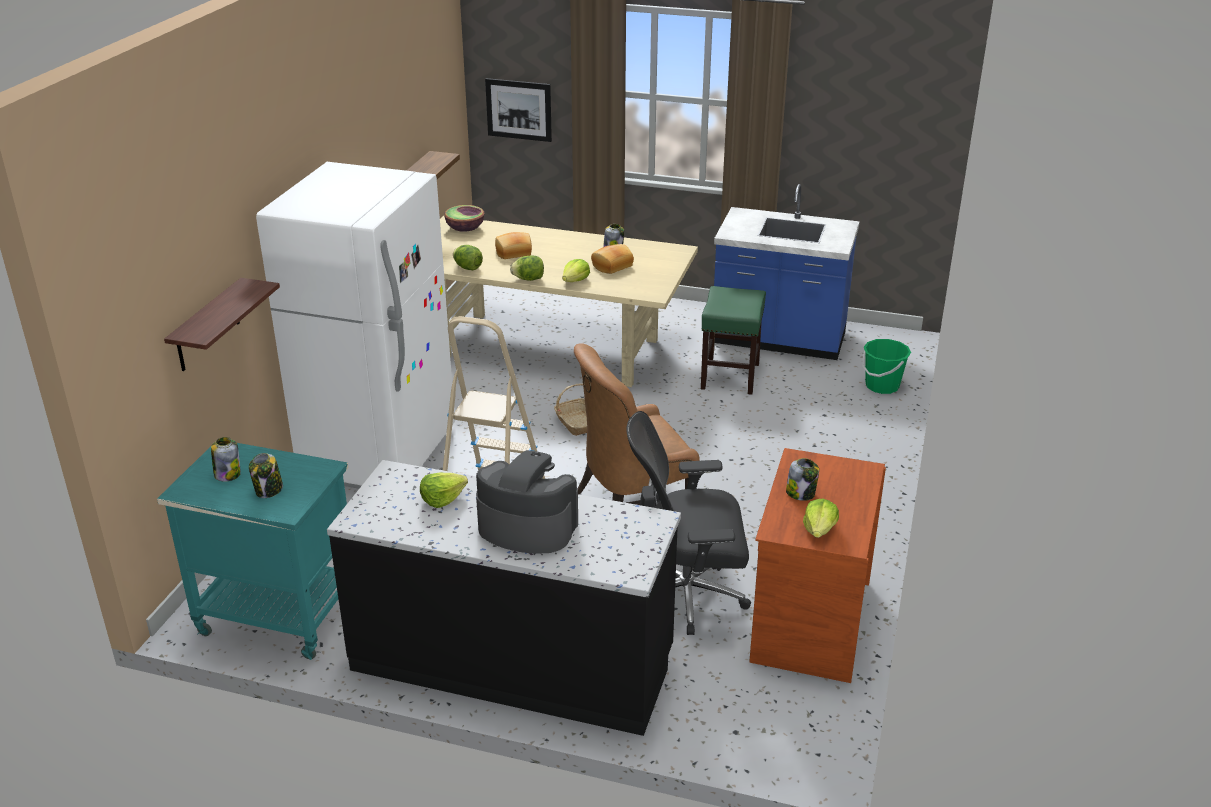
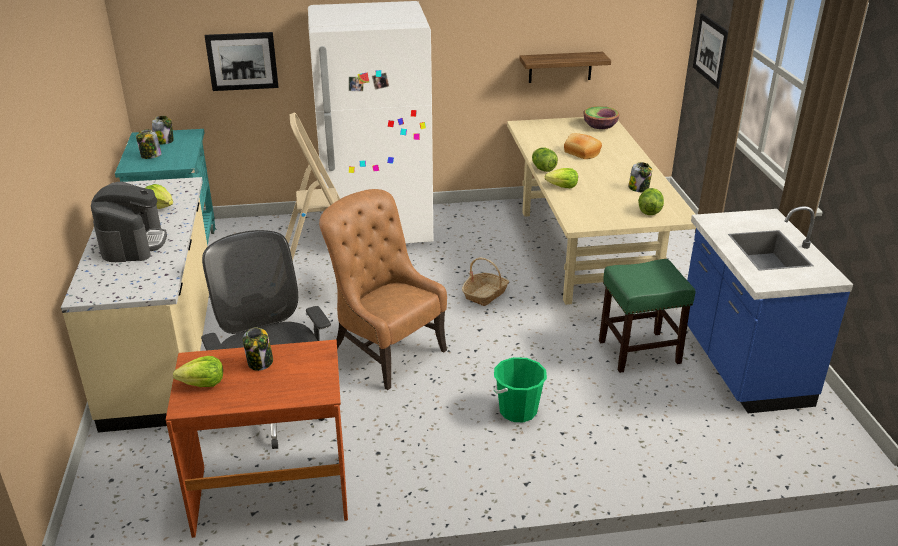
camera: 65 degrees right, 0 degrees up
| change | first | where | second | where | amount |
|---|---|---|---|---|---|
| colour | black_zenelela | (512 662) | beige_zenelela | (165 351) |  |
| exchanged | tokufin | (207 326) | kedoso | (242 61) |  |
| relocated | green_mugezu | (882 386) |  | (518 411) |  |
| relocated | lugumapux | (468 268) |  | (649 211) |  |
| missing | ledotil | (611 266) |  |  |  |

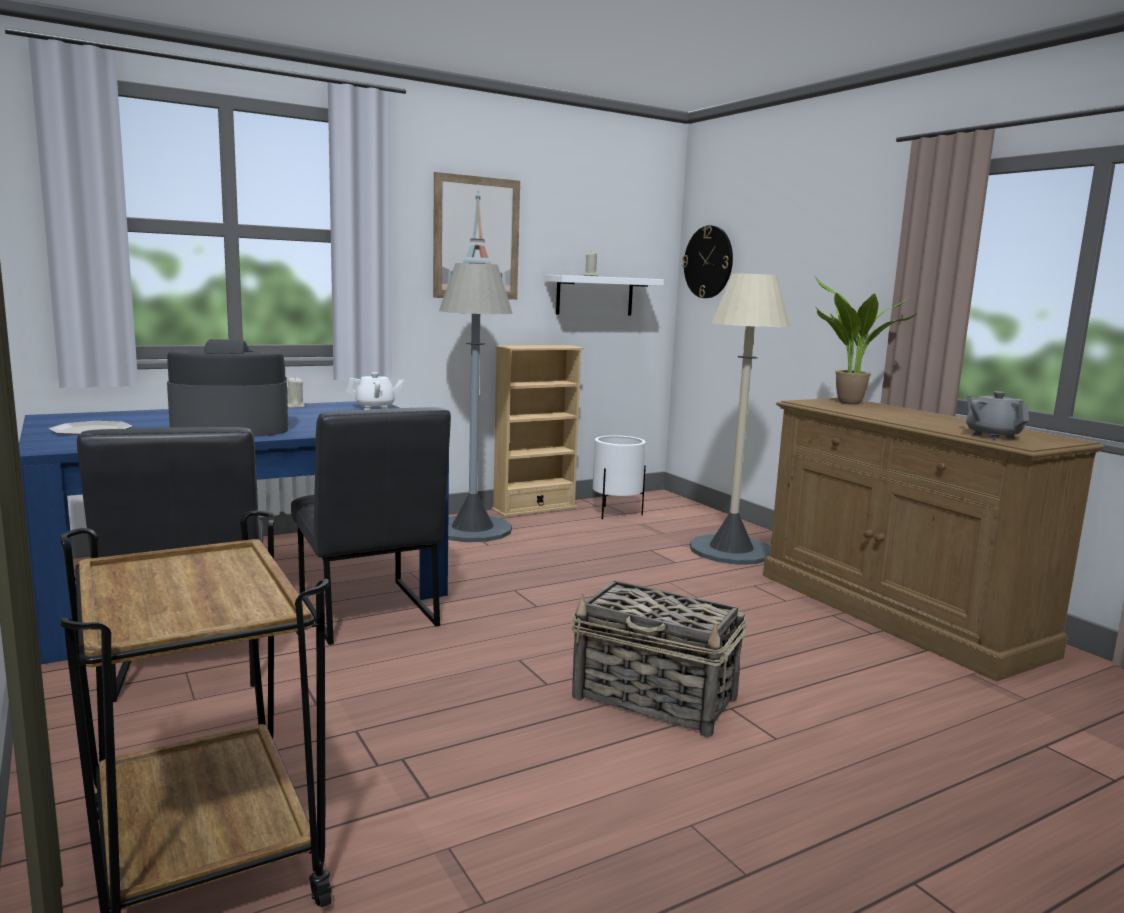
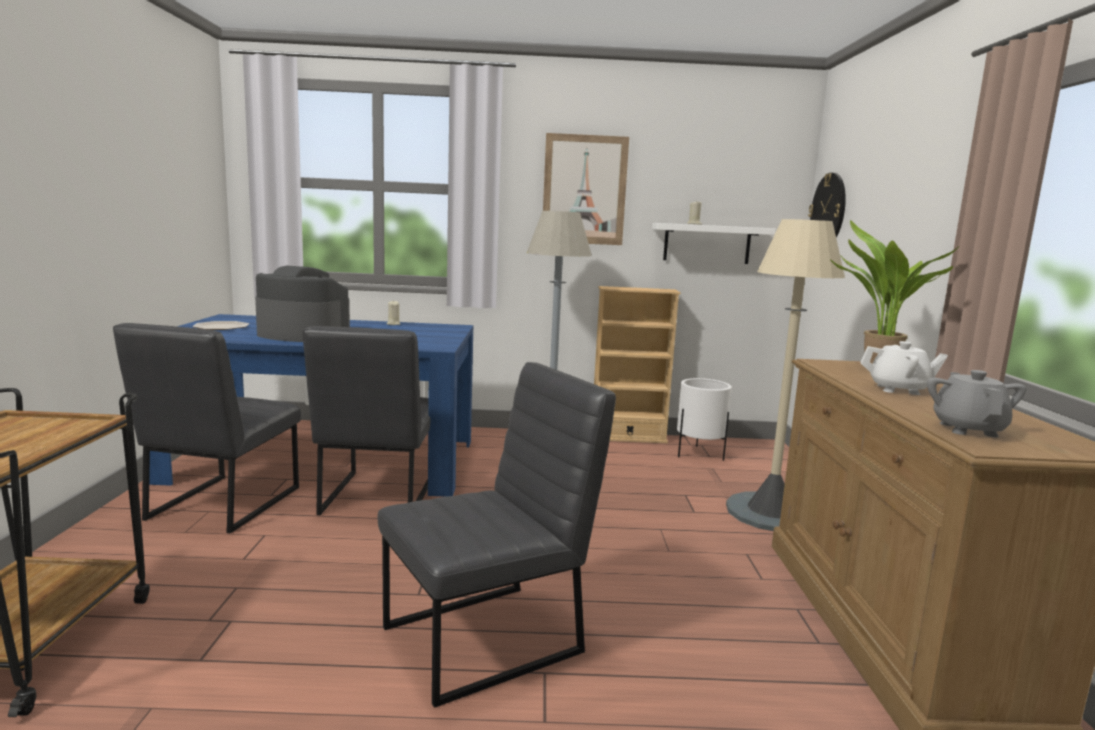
camera: 30 degrees right, 0 degrees up
| change | first | where | second | where | amount |
|---|---|---|---|---|---|
| exchanged | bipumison | (656 698) | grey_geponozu | (488 638) |  |
| relocated | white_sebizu | (375 407) |  | (898 389) |  |

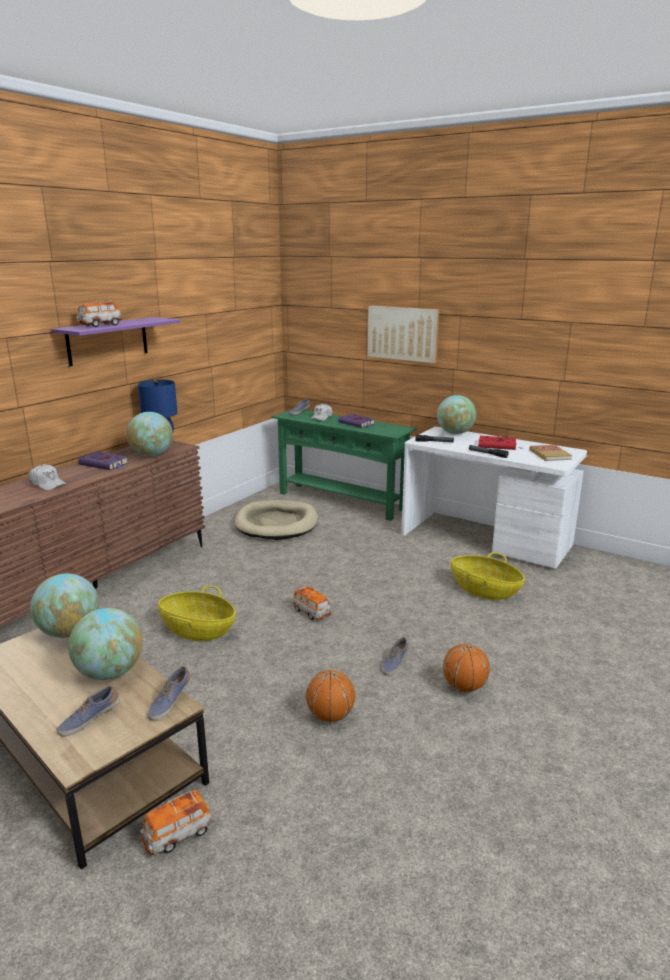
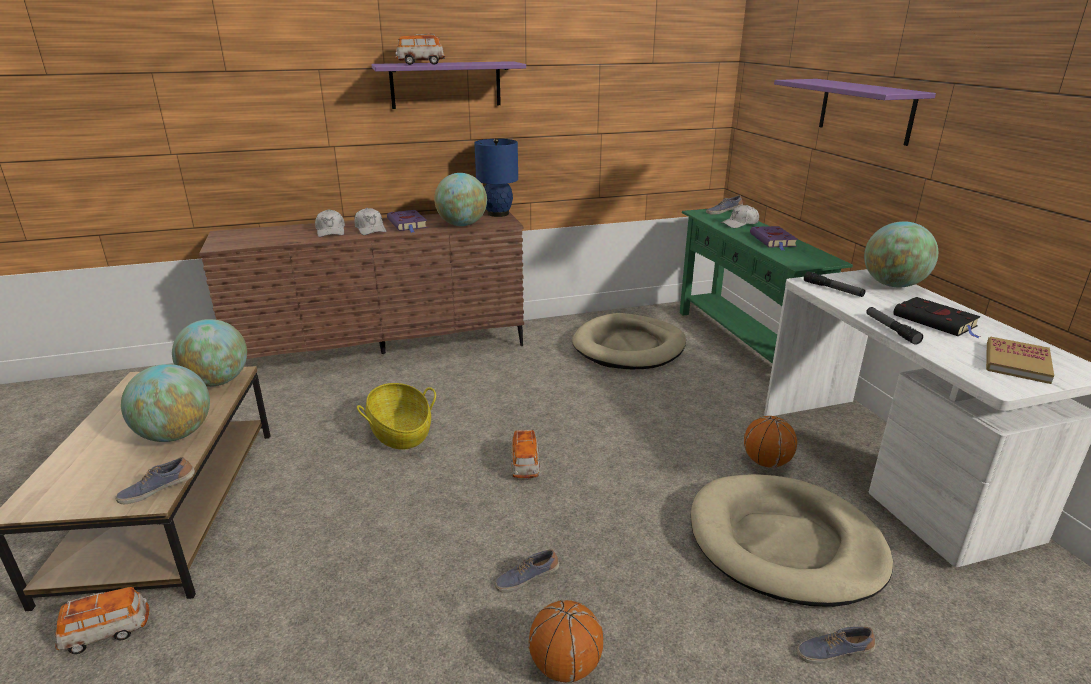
camera: 40 degrees right, 5 degrees up
| change | first | where | second | where | amount |
|---|---|---|---|---|---|
| spun | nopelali | (178 834) |  | (107 632) | 150 degrees clockwise |
| appeared |  |  | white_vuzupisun | (370 229) |  |
| exchanged | bipumison | (484 590) | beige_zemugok | (784 544) |  |
| relocated | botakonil | (330 715) |  | (766 462) |  |
| exchanged | kedoso | (403 333) | purple_tokufin | (865 110) |  |
| relocated | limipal | (89 719) |  | (833 652) |  |
| colour | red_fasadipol | (498 445) | black_fasadipol | (936 322) |  |

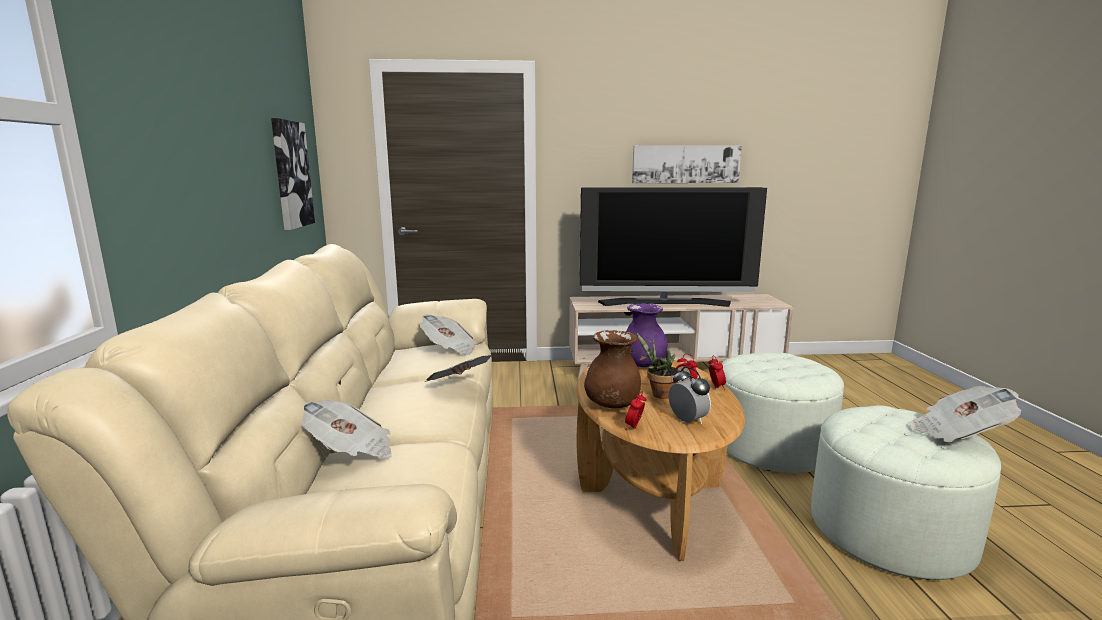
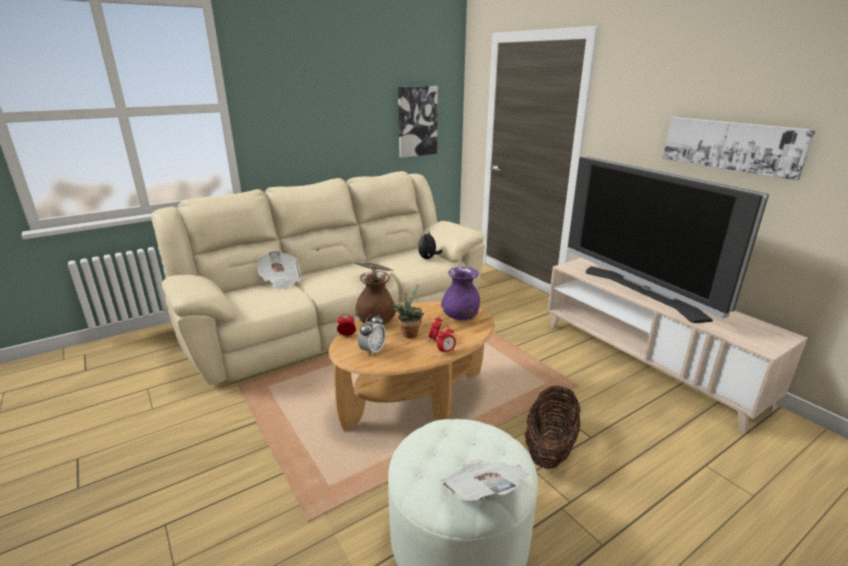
camera: 60 degrees right, 10 degrees up
| change | first | where | second | where | amount |
|---|---|---|---|---|---|
| exchanged | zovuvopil | (450 349) | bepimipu | (428 258) |  |
| exchanged | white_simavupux | (771 445) | bipumison | (549 449) |  |

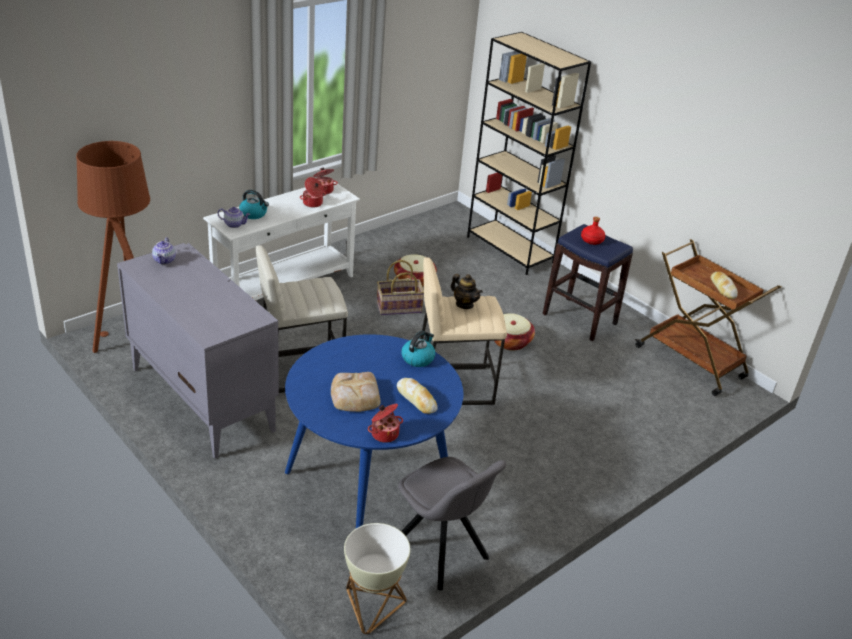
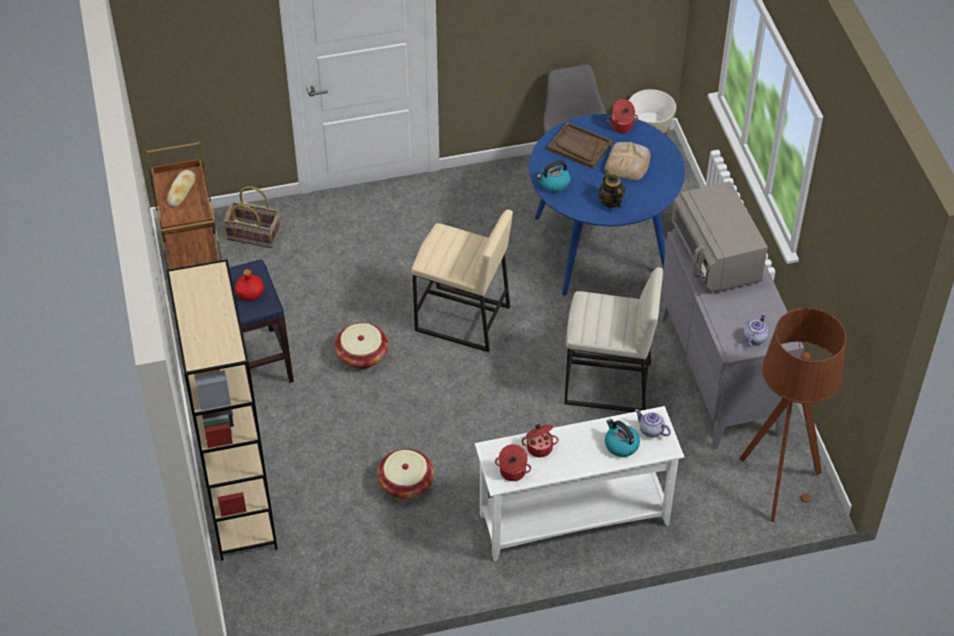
camera: 150 degrees left, 15 degrees up
| change | first | where | second | where | amount |
|---|---|---|---|---|---|
| relocated | bipumison | (399 308) |  | (254 234) |  |
| exchanged | ledotil | (416 399) | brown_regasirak | (579 147) |  |
| relocated | sebizu | (464 304) |  | (611 201) |  |
| appeared |  |  | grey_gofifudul | (715 257) |  |

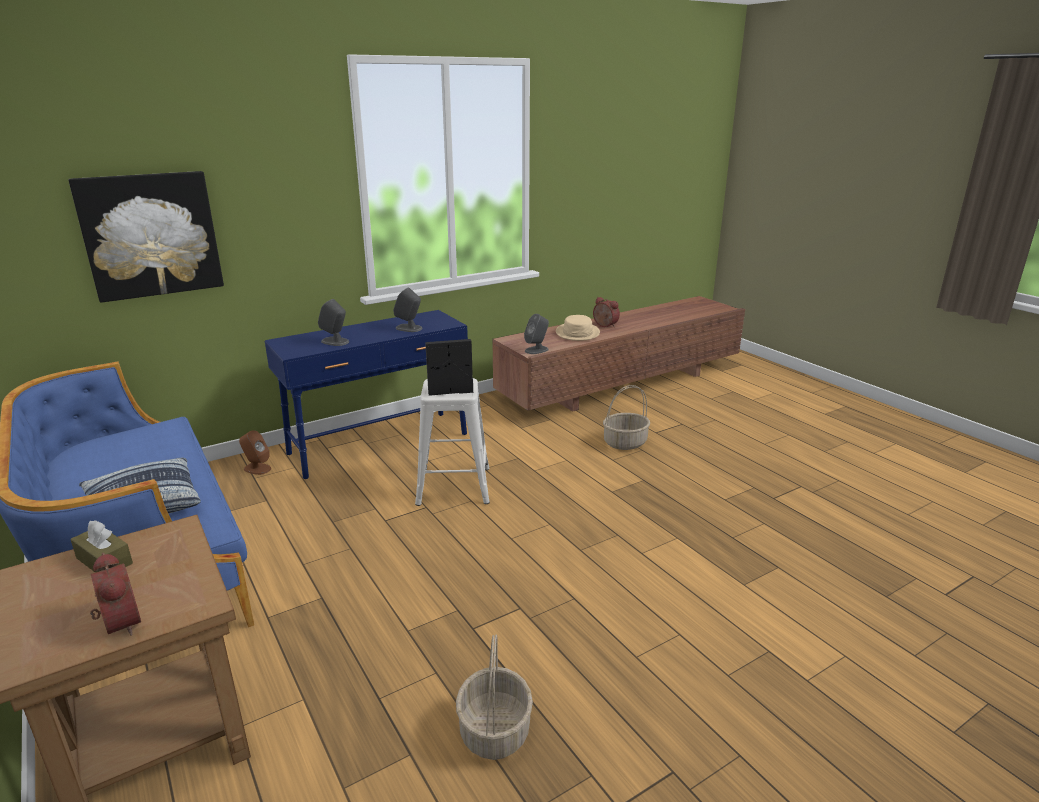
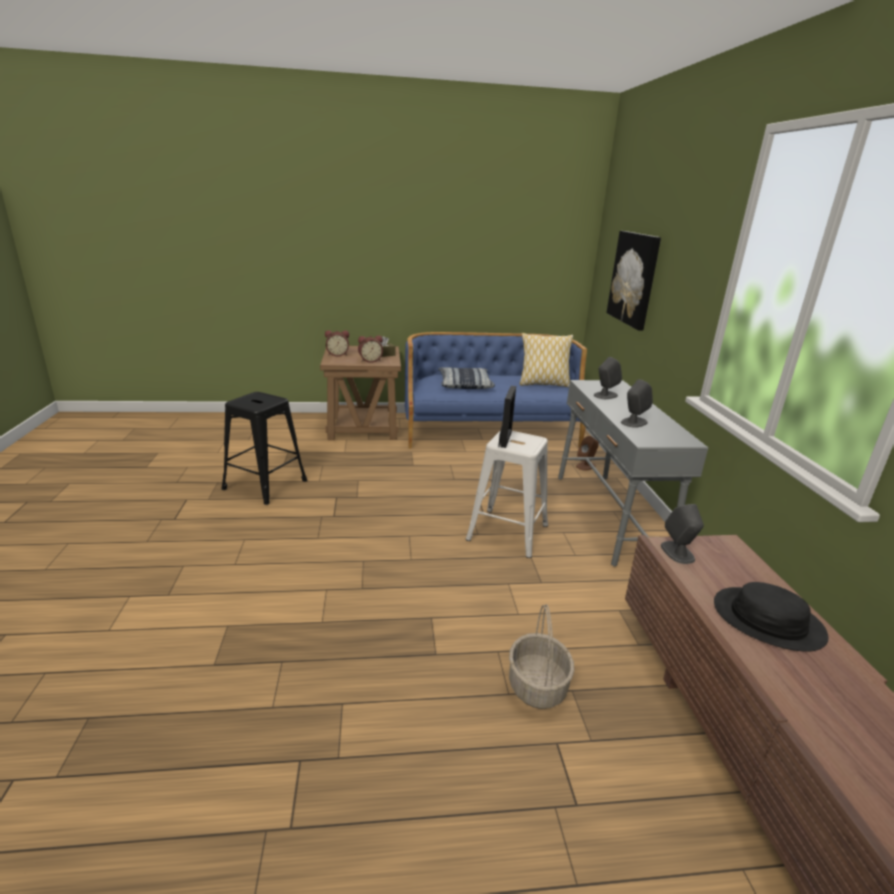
camera: 115 degrees right, 0 degrees up
| change | first | where | second | where | amount |
|---|---|---|---|---|---|
| exchanged | bipumison | (494 730) | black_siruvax | (265 485) |  |
| relocated | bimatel | (604 326) |  | (370 360) |  |
| appeared |  |  | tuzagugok | (543 384) |  |
| colour | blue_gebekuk | (380 444) | grey_gebekuk | (607 516) |  |
| colour | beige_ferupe | (577 333) | black_ferupe | (767 620) |  |

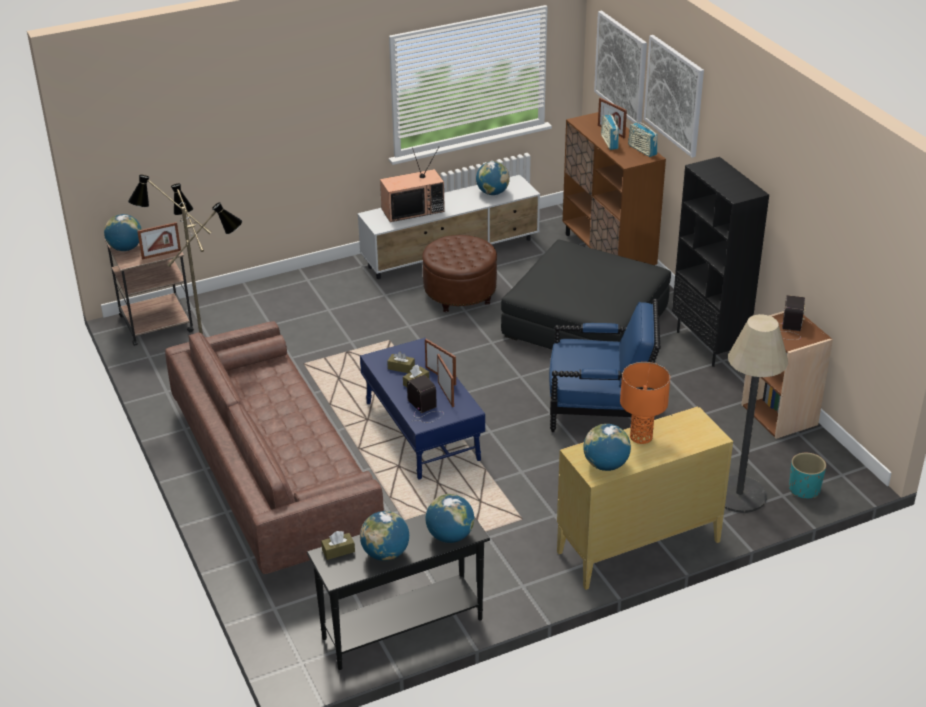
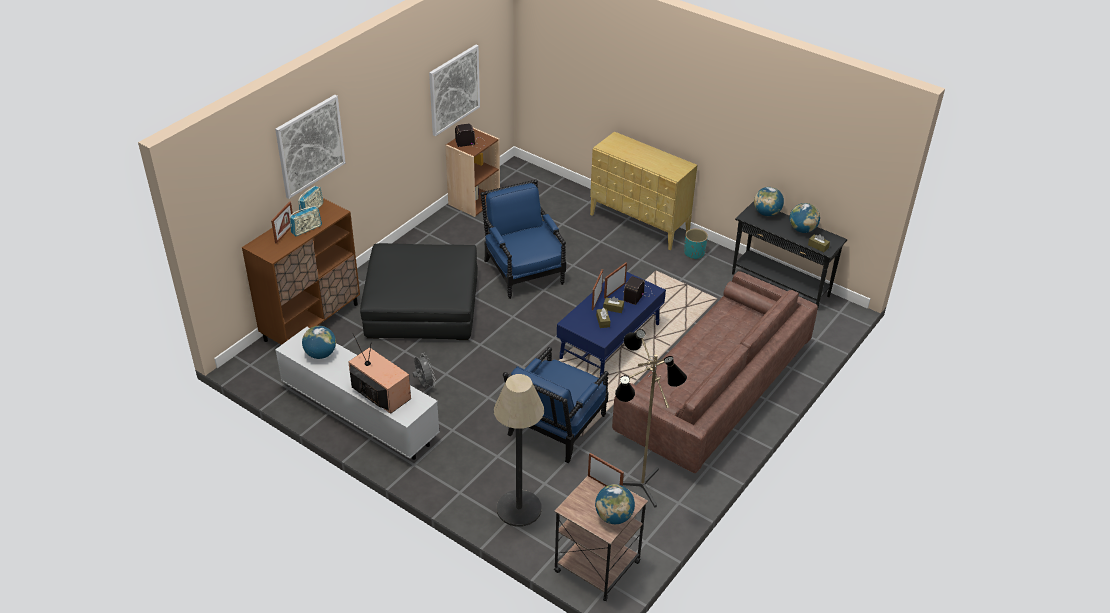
camera: 120 degrees left, 5 degrees up
| change | first | where | second | where | amount |
|---|---|---|---|---|---|
| exchanged | brown_simavupux | (460 295) | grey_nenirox | (424 385) |  |
| relocated | kedoso | (621 67) |  | (454 89) |  |
| relocated | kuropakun | (739 494) |  | (519 508) |  |
| appeared |  |  | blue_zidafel | (555 427) |  |
| relocated | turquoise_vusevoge | (804 489) |  | (694 253) |  |
| missing | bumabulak | (605 465) |  |  |  |
| missing | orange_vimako | (641 436) |  |  |  |
| missing | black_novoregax | (709 345) |  |  |  |

